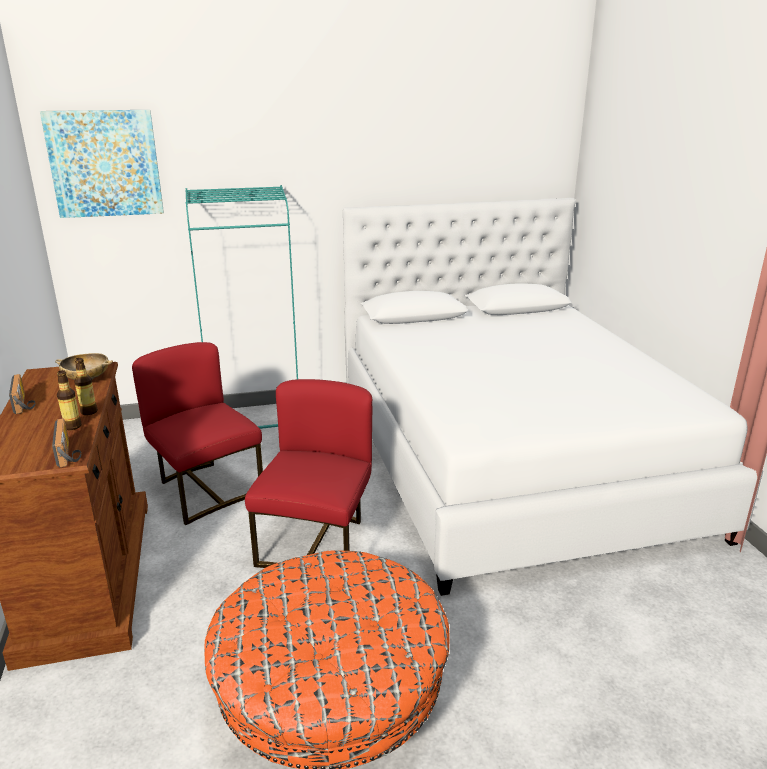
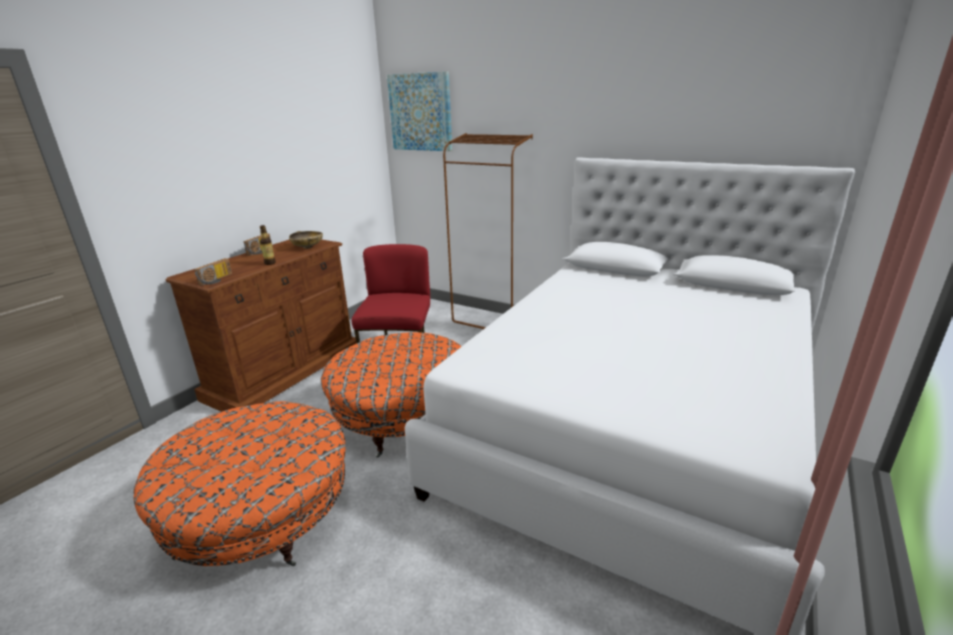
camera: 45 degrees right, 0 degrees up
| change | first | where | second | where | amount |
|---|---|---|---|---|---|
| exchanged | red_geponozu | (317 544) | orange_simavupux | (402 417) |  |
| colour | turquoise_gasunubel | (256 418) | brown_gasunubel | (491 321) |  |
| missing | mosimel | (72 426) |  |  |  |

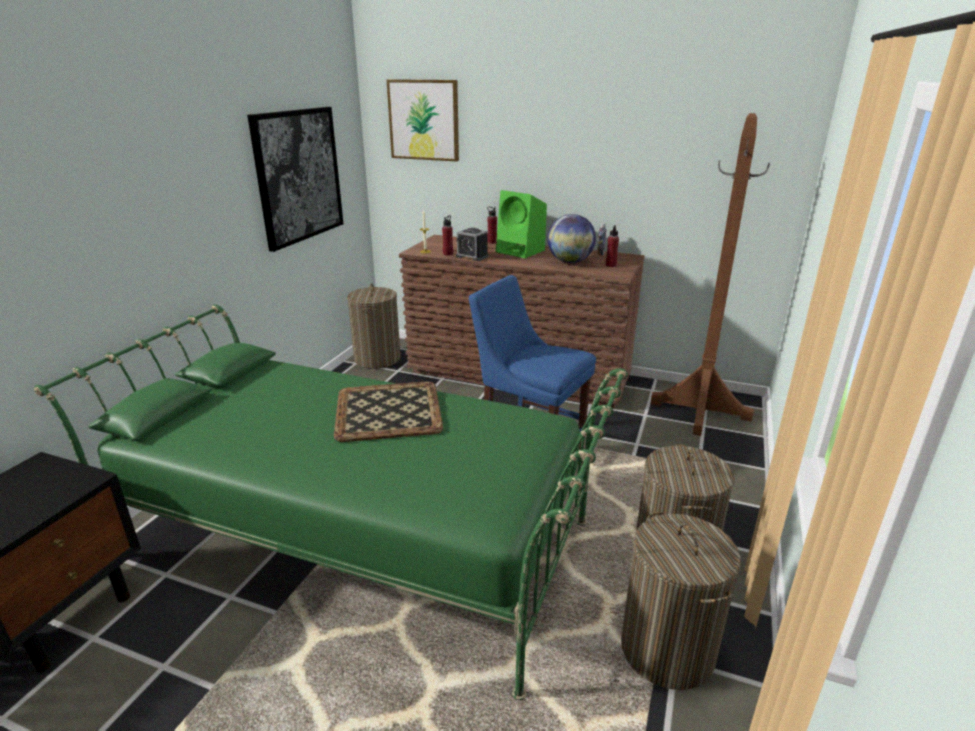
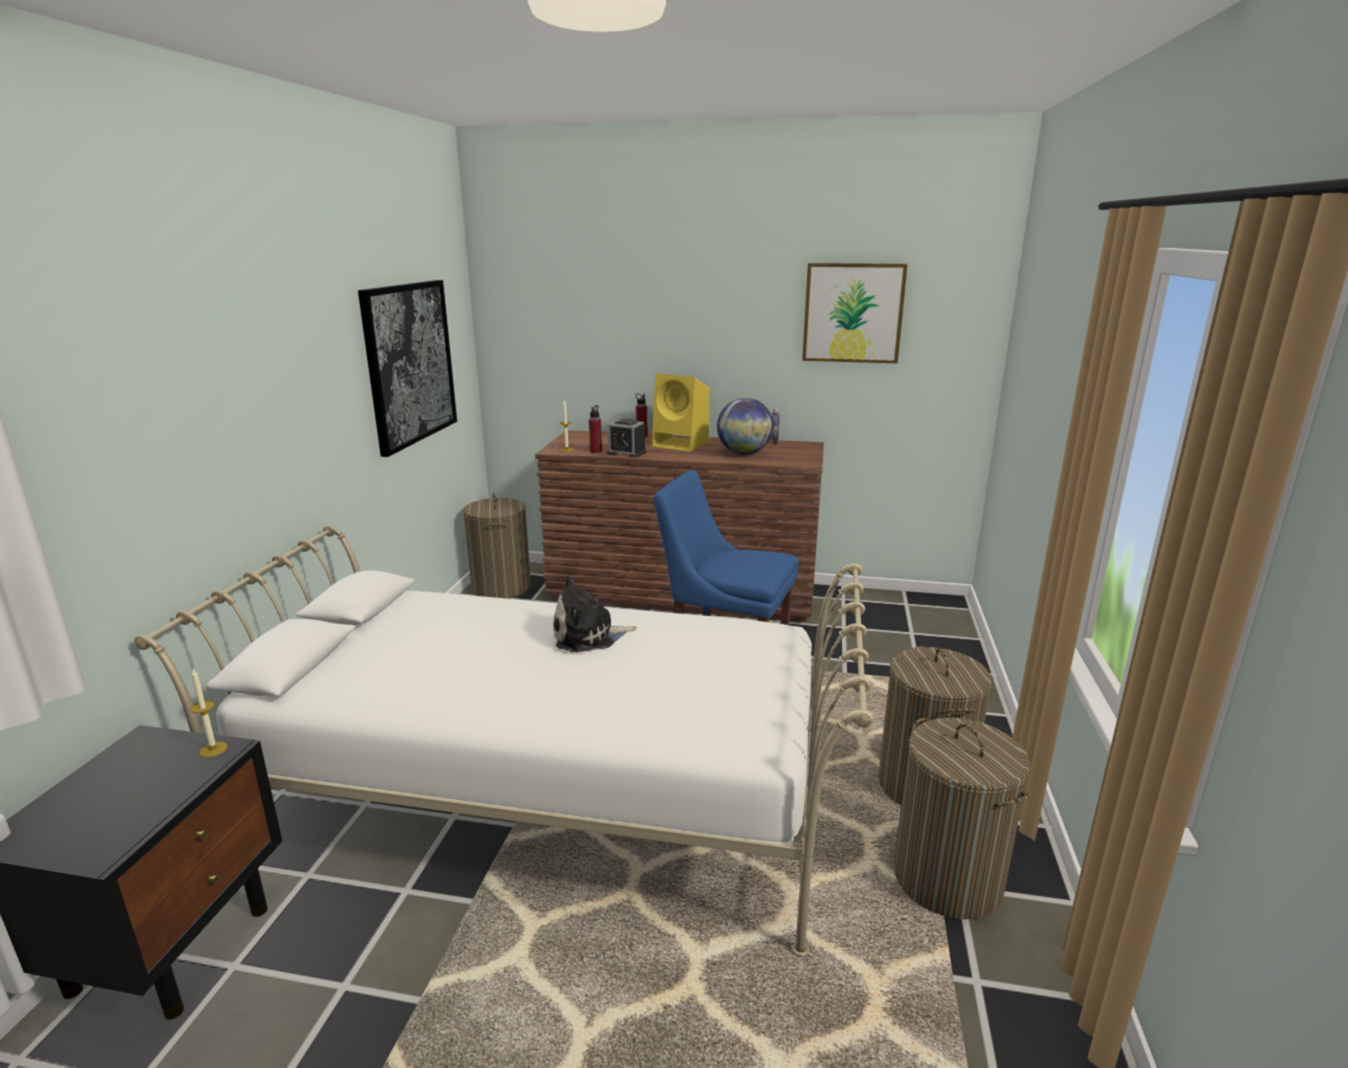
camera: 10 degrees left, 5 degrees down
| change | first | where | second | where | amount |
|---|---|---|---|---|---|
| colour | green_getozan | (356 540) | white_getozan | (547 804) |  |
| appeared |  |  | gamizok | (213 749) |  |
| exchanged | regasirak | (389 411) | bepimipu | (588 636) |  |
| colour | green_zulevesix | (521 251) | yellow_zulevesix | (682 444) |  |
| relocated | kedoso | (424 120) |  | (853 313) |  |
| missing | red_mosimel | (610 265) |  |  |  |
| missing | brown_gasunubel | (700 410) |  |  |  |

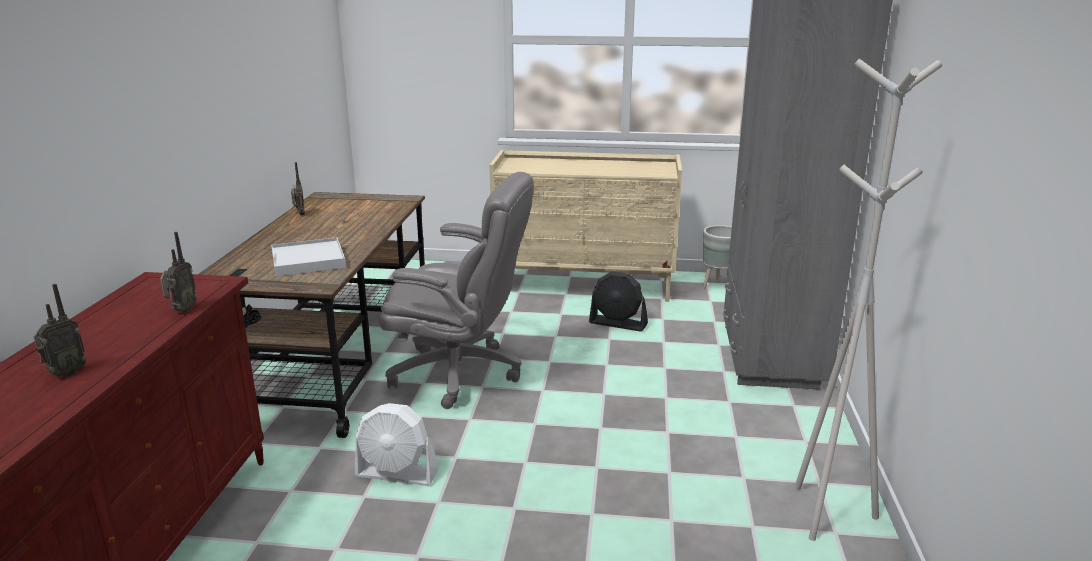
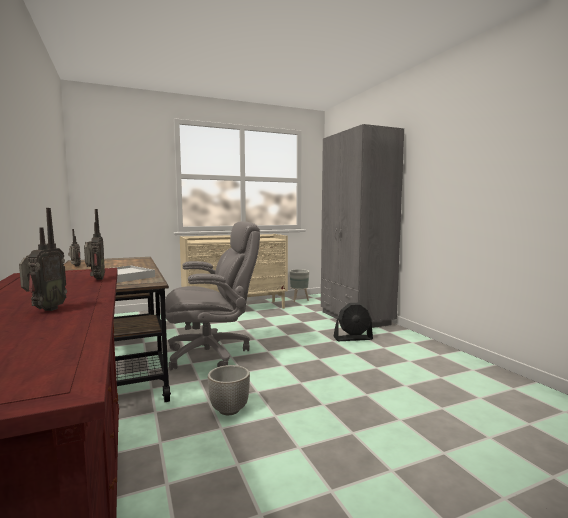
camera: 30 degrees left, 15 degrees down
| change | first | where | second | where | amount |
|---|---|---|---|---|---|
| exchanged | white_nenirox | (397 473) | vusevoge | (229 409) |  |
| relocated | black_nenirox | (618 323) |  | (353 338) |  |
| missing | grey_gasunubel | (827 514) |  |  |  |

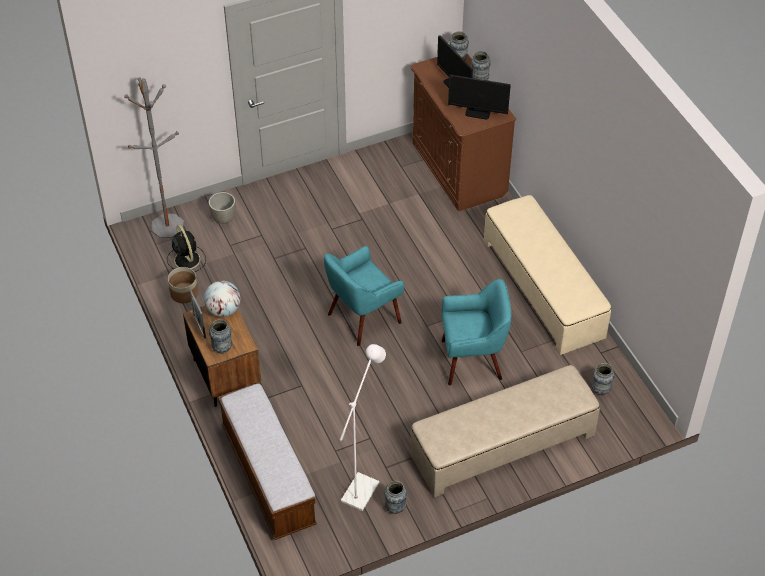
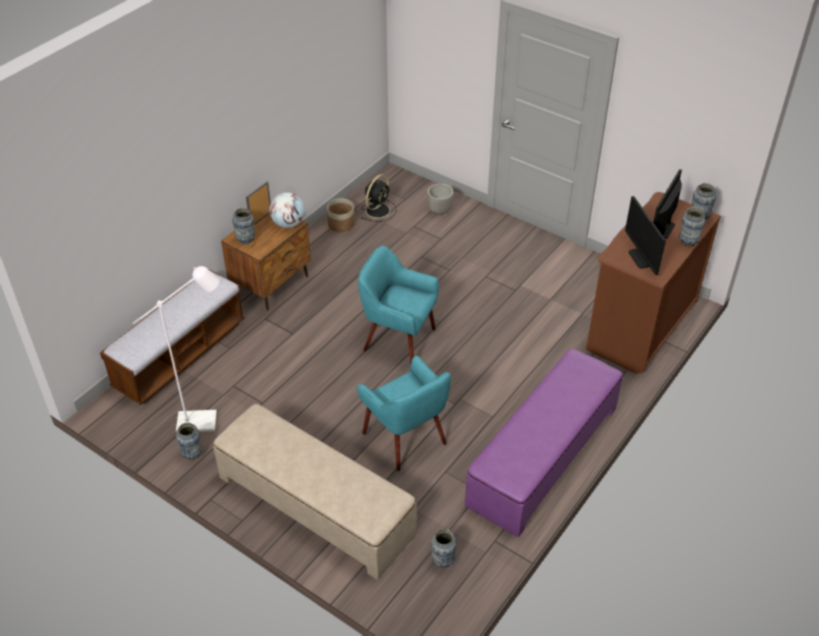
camera: 60 degrees right, 5 degrees down
| change | first | where | second | where | amount |
|---|---|---|---|---|---|
| colour | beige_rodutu | (543 288) | purple_rodutu | (543 456) |  |
| missing | grey_gasunubel | (167 225) |  |  |  |

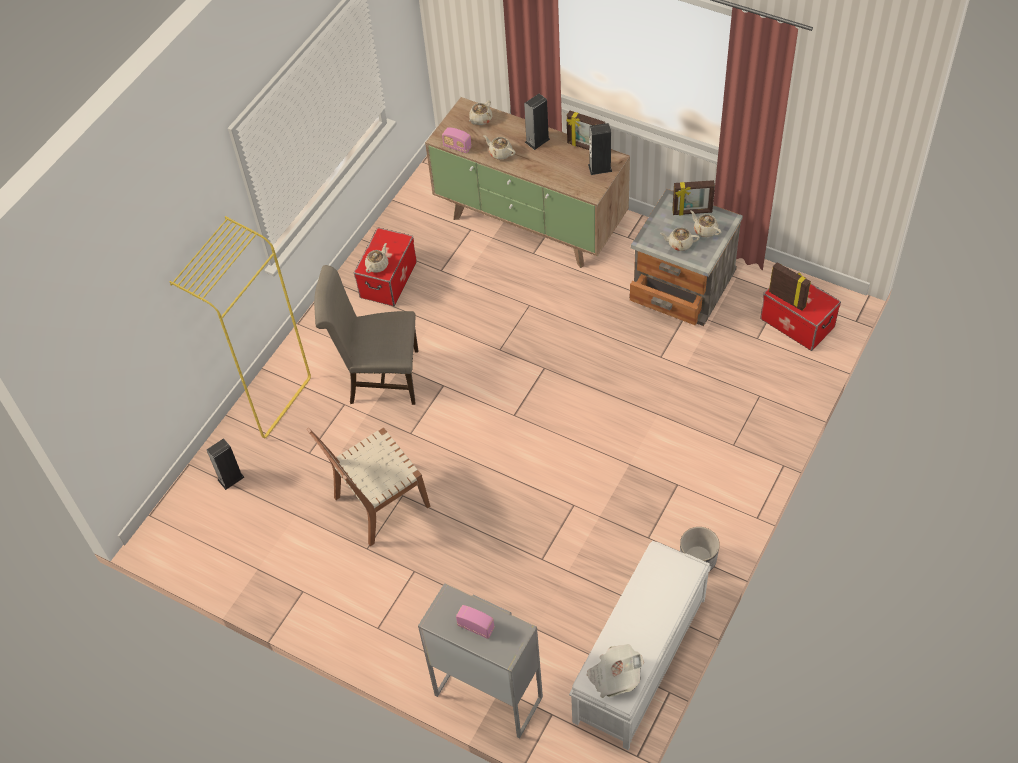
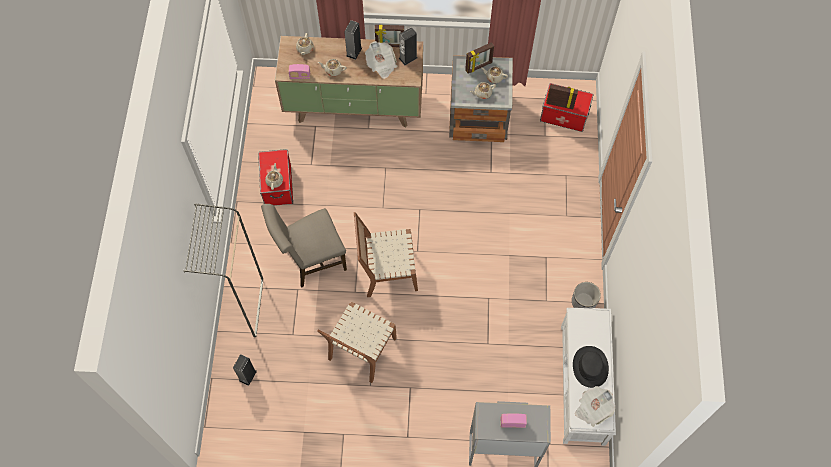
camera: 30 degrees left, 10 degrees up
| change | first | where | second | where | amount |
|---|---|---|---|---|---|
| colour | yellow_gasunubel | (269 399) | grey_gasunubel | (242 306) |  |
| appeared |  |  | geponozu | (387 272) |  |
| appeared |  |  | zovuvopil | (381 65) |  |
| appeared |  |  | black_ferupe | (590 367) |  |

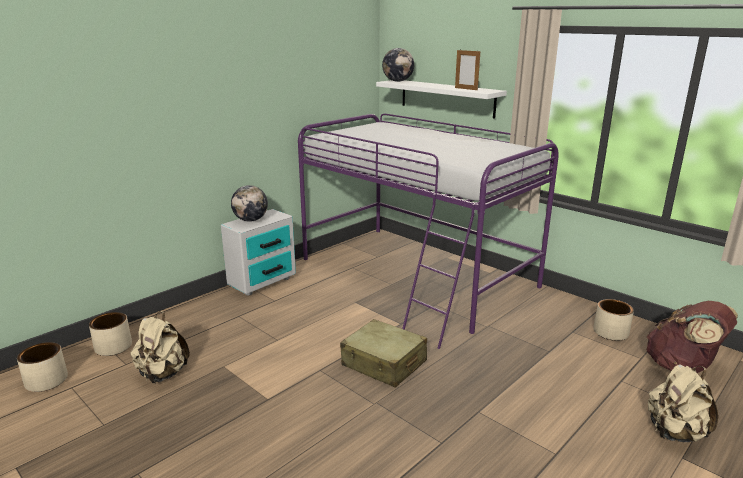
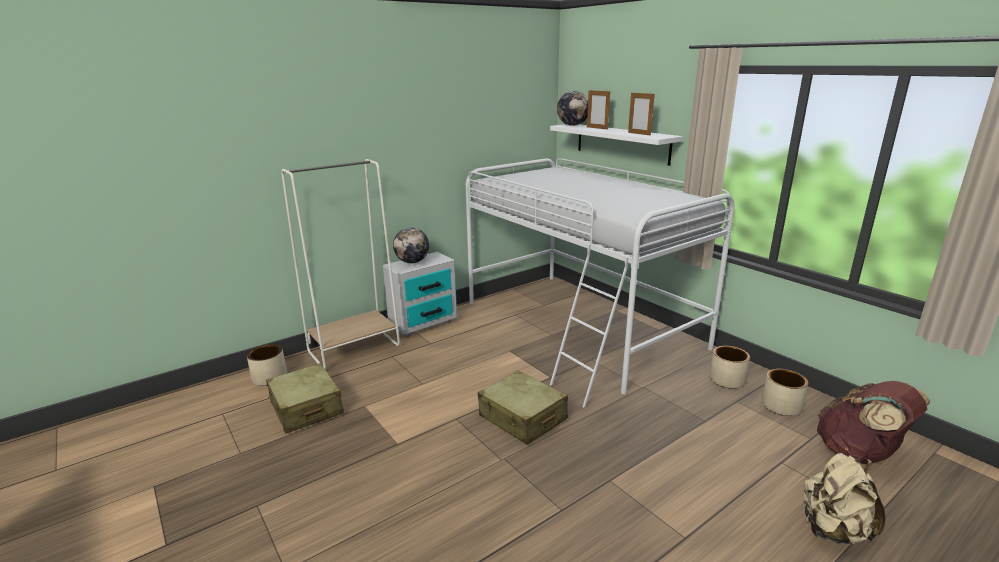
camera: 10 degrees right, 0 degrees up
| change | first | where | second | where | amount |
|---|---|---|---|---|---|
| exchanged | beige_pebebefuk | (162 374) | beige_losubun | (306 408) |  |
| appeared |  |  | gasunubel | (354 349) |  |
| colour | purple_getozan | (416 274) | white_getozan | (580 326) |  |
| appeared |  |  | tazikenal | (597 128) |  |
| relocated | beige_vusevoge | (47 381) |  | (727 380) |  |

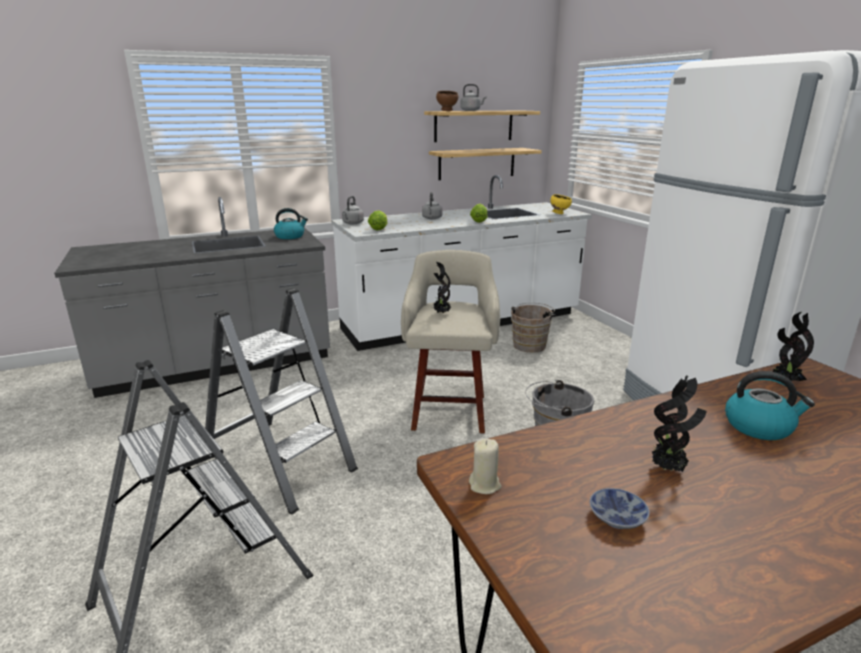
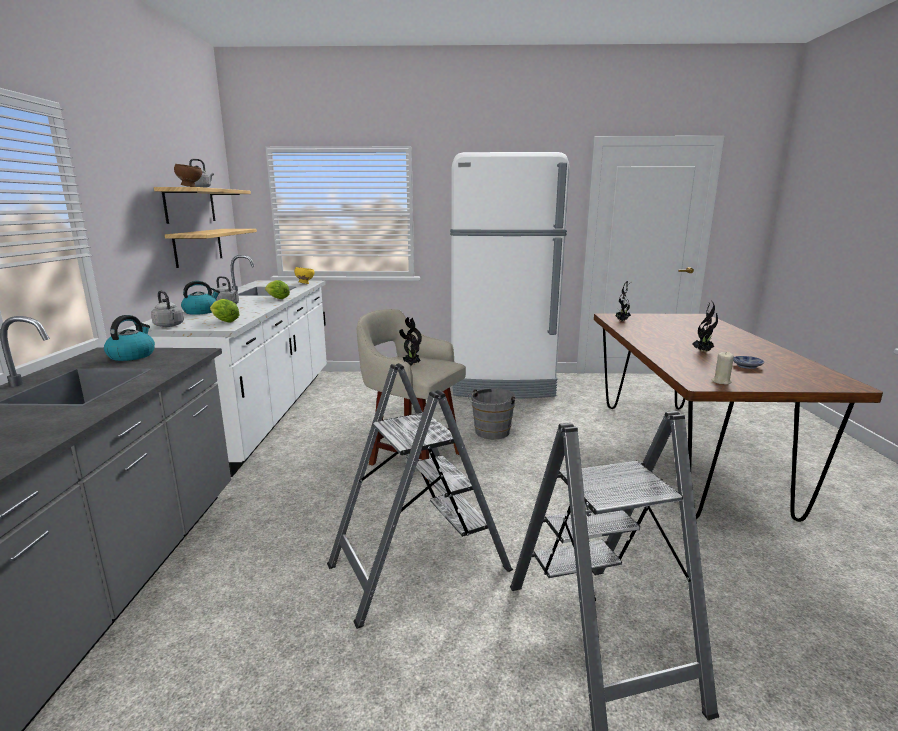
camera: 65 degrees left, 5 degrees down
| change | first | where | second | where | amount |
|---|---|---|---|---|---|
| relocated | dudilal | (759 426) |  | (201 312) |  |
| missing | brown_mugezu | (530 345) |  |  |  |

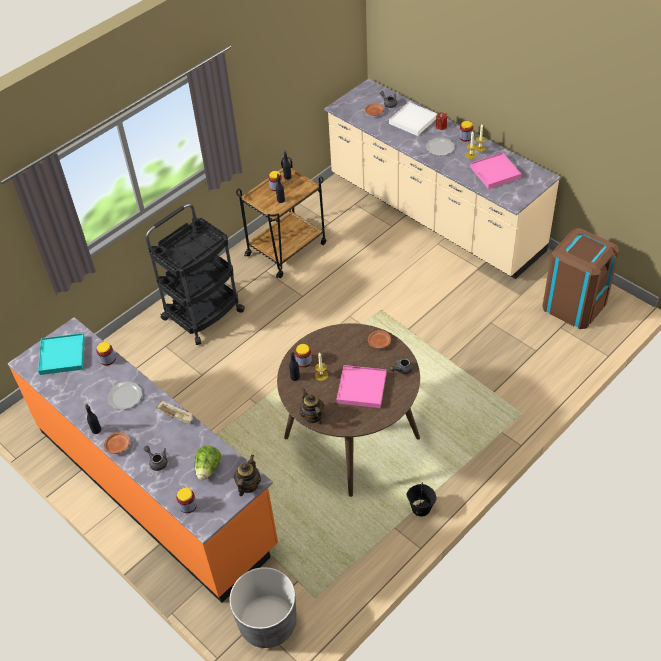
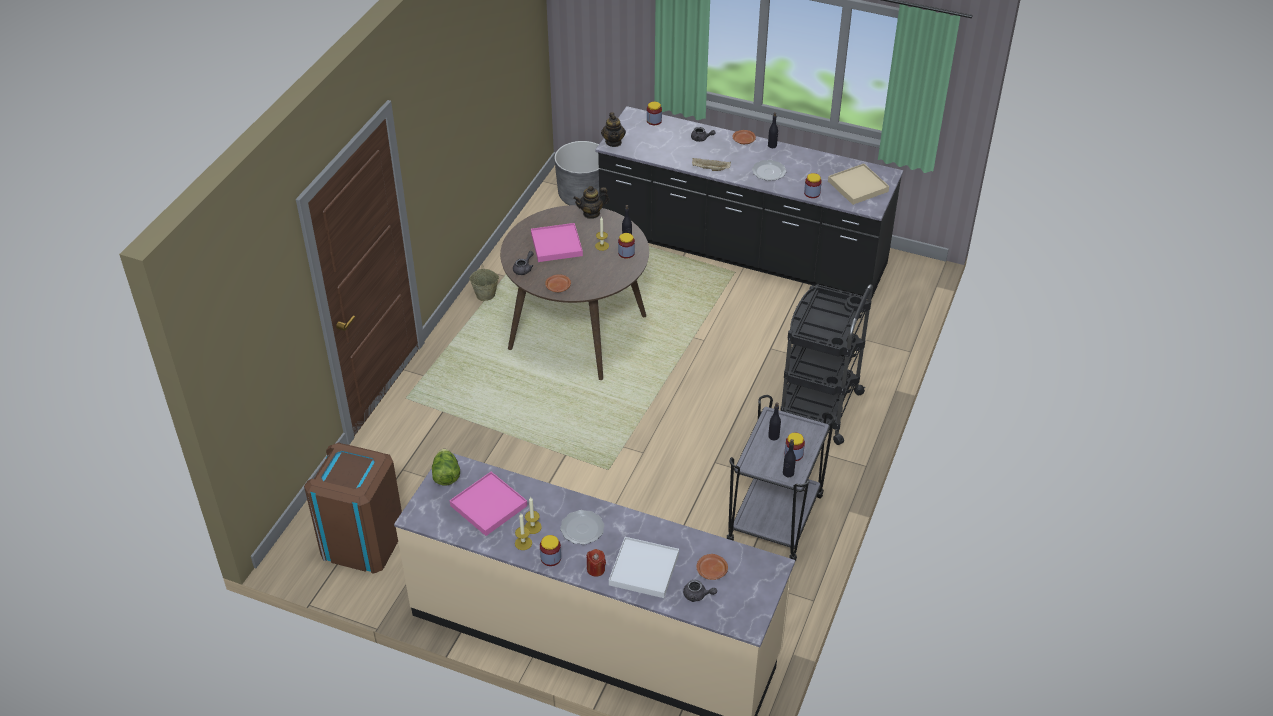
camera: 155 degrees right, 5 degrees down
| change | first | where | second | where | amount |
|---|---|---|---|---|---|
| relocated | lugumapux | (208 469) |  | (446 475) |  |
| colour | black_mugezu | (420 508) | beige_mugezu | (486 295) |  |
| spun | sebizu | (312 416) |  | (591 213) | 120 degrees clockwise |
| colour | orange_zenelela | (155 486) | black_zenelela | (742 251) |  |
| colour | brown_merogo | (287 249) | grey_merogo | (774 520) |  |
| colour | turquoise_regasirak | (62 355) | beige_regasirak | (858 186) |  |

